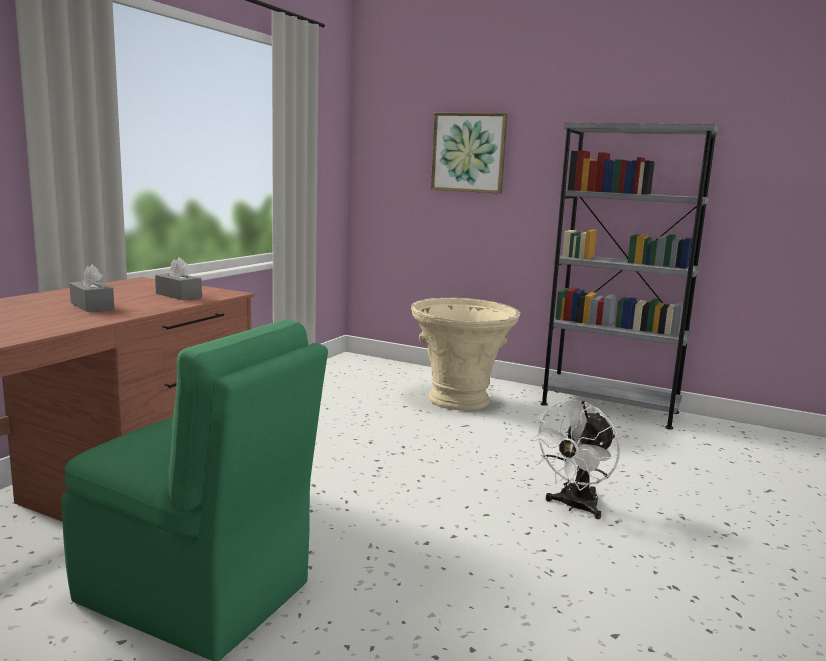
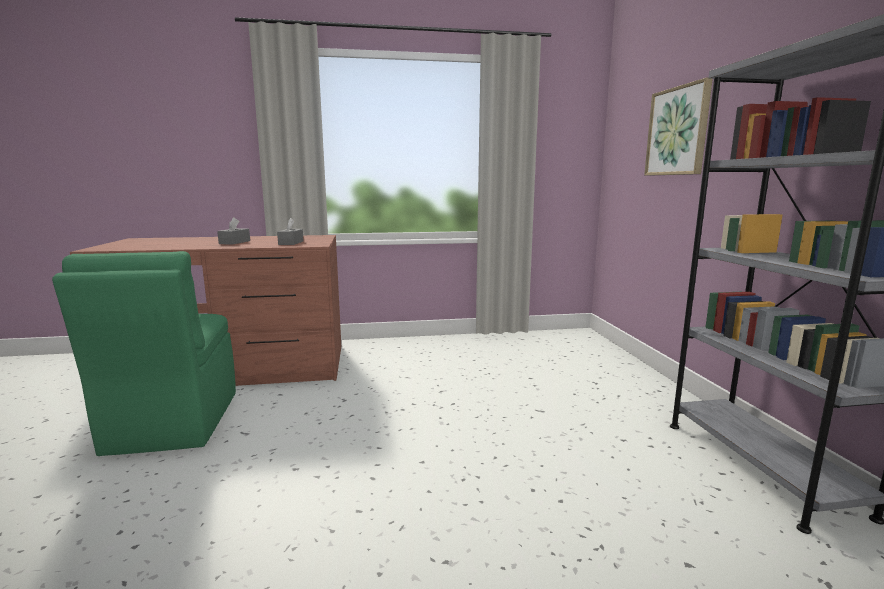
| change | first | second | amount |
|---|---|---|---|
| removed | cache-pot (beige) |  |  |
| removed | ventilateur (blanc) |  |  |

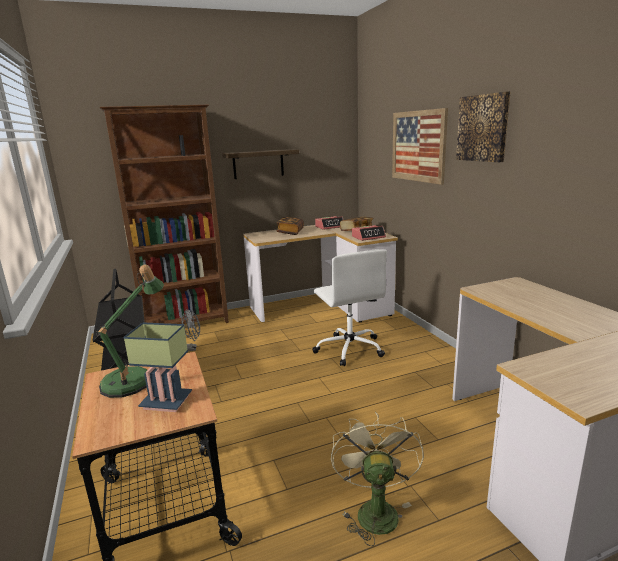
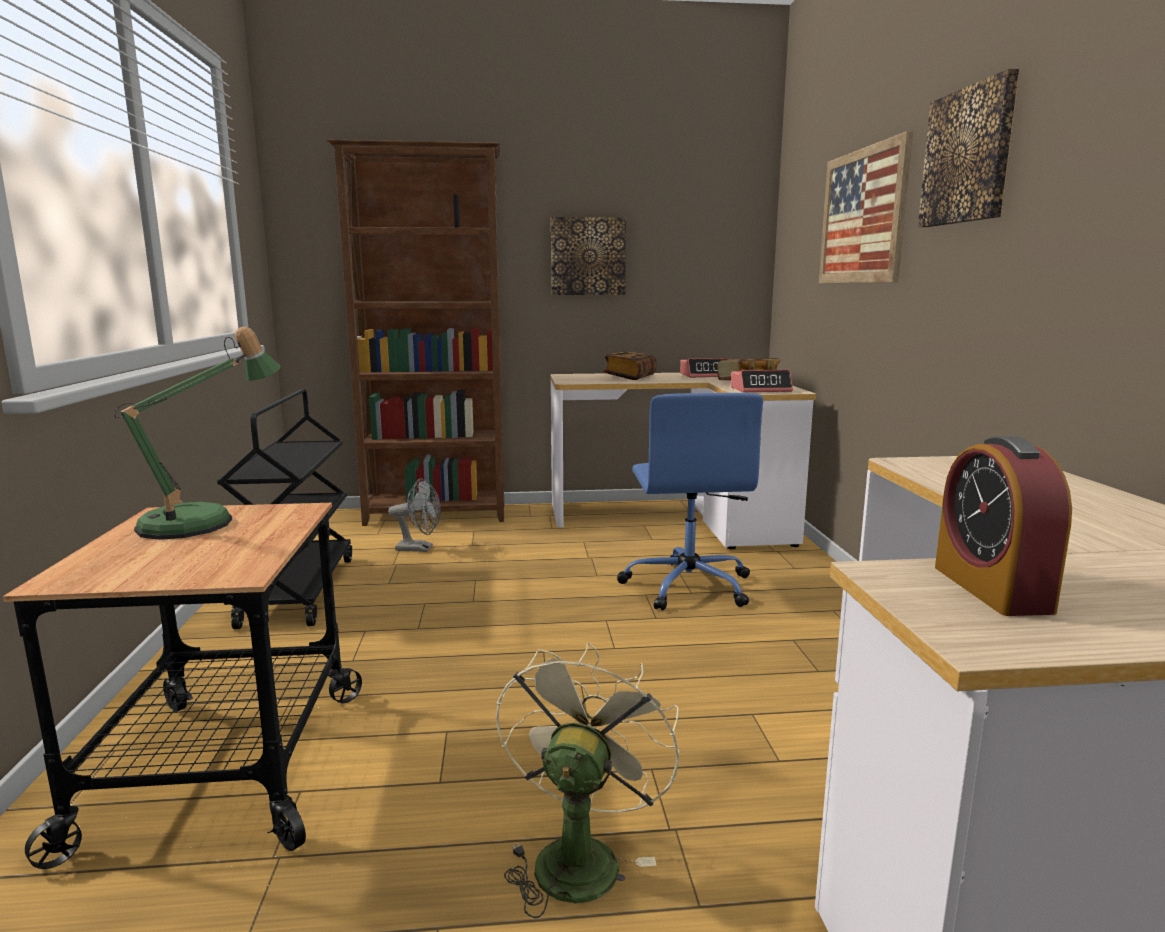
| change | first | second | amount |
|---|---|---|---|
| removed | lampe de table (2nd from left) |  |  |
| added |  | réveil (3rd from left) |  |
| replaced | étagère | tableau (1st from left) |  |
| recoloured | chaise de bureau (blanc) | chaise de bureau (bleu) |  |

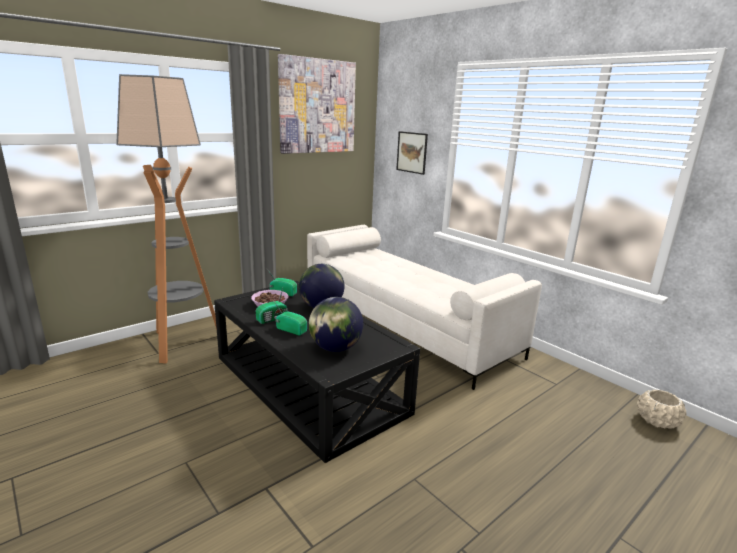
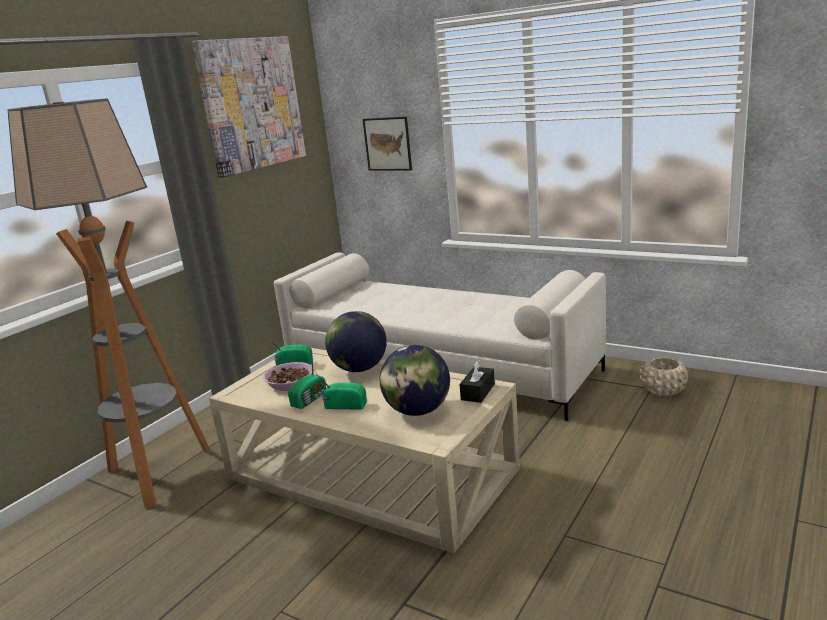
| change | first | second | amount |
|---|---|---|---|
| added |  | boîte à mouchoirs (noir) |  |
| moved | cache-pot (beige) |  |  |
| recoloured | table basse (noir) | table basse (beige) |  |

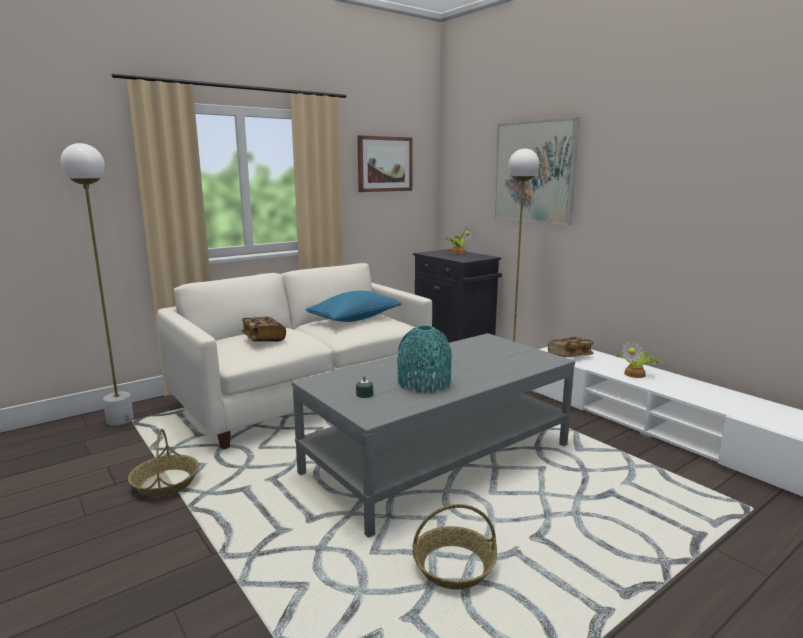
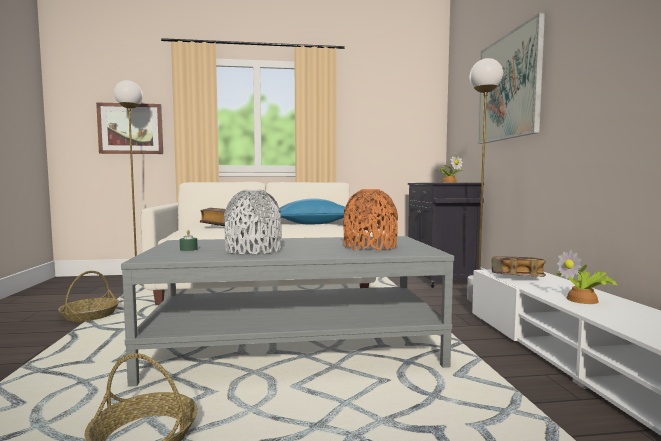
| change | first | second | amount |
|---|---|---|---|
| added |  | vase (orange) |  |
| moved | tableau (1st from left) |  |  |
| recoloured | vase (turquoise) | vase (gris) |  |

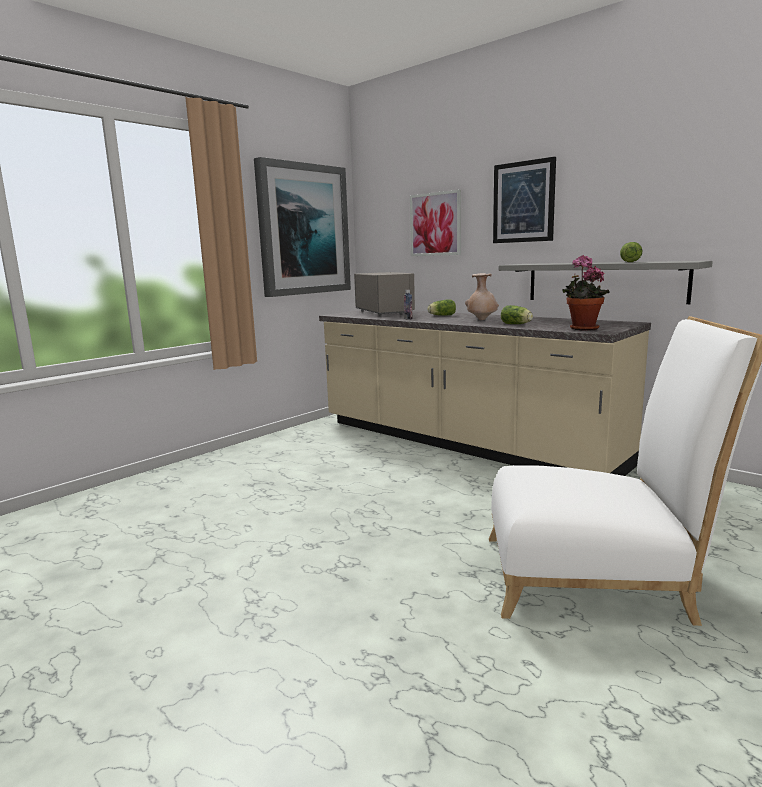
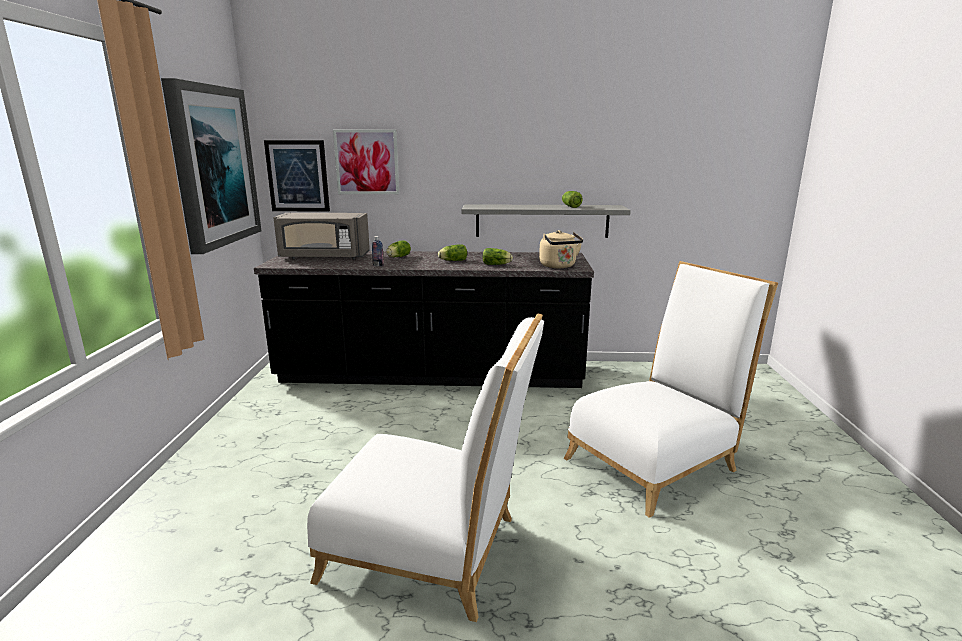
| change | first | second | amount |
|---|---|---|---|
| added |  | chaise (blanc) (1st from left) |  |
| moved | tableau (3rd from left in the first image) | tableau (2nd from left) |  |
| replaced | vase (beige) | laitue (2nd from left) |  |
| replaced | plante en pot | bouilloire (beige) |  |
| recoloured | comptoir de cuisine (beige) | comptoir de cuisine (noir) |  |
| turned | micro-ondes (gris) |  | 150 degrees clockwise |

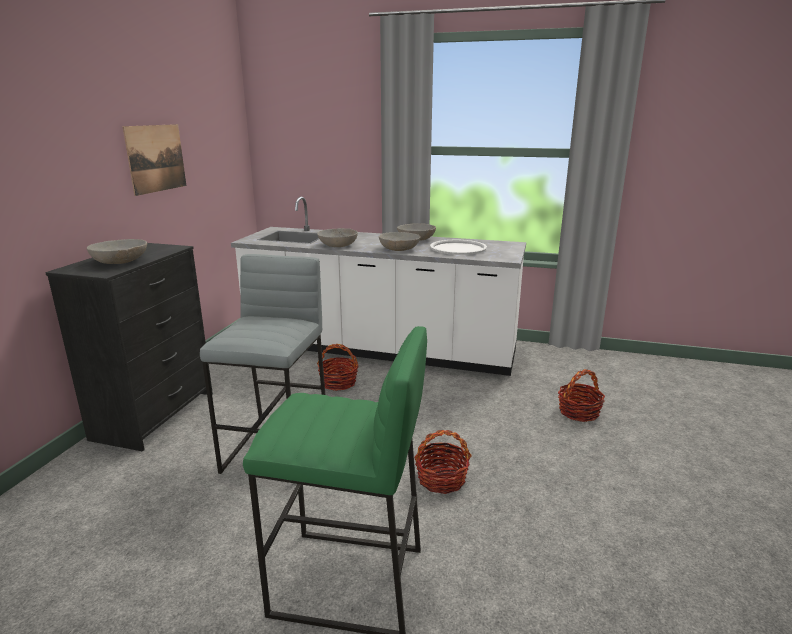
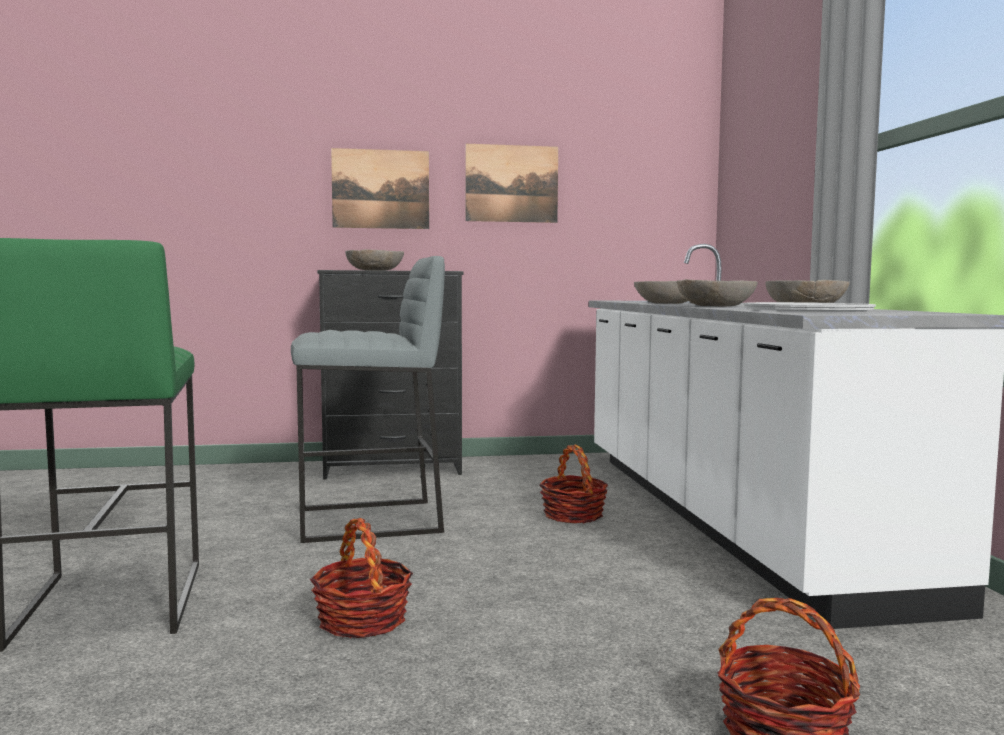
| change | first | second | amount |
|---|---|---|---|
| added |  | tableau (1st from left) |  |

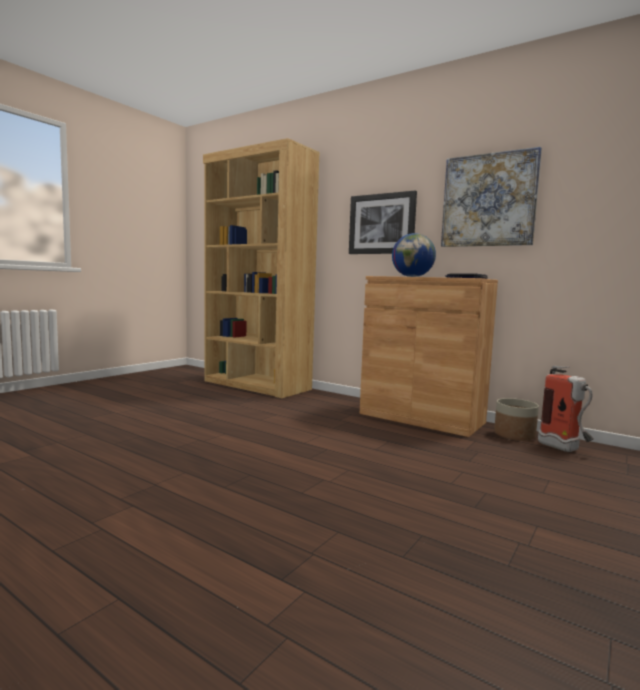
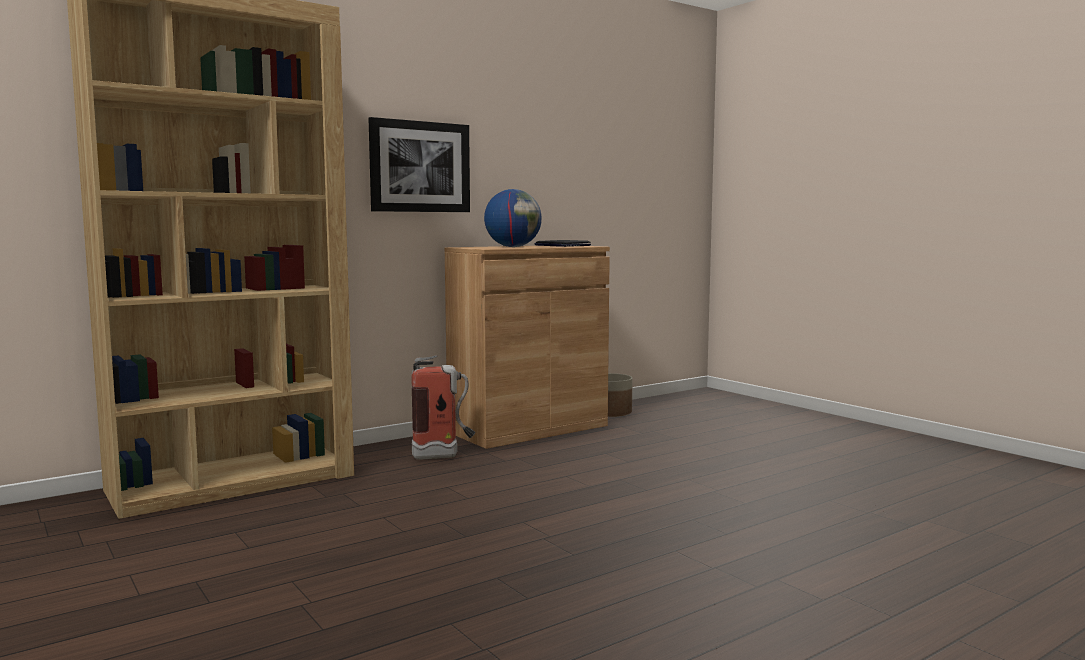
| change | first | second | amount |
|---|---|---|---|
| removed | tableau (2nd from left) |  |  |
| moved | extincteur |  |  |

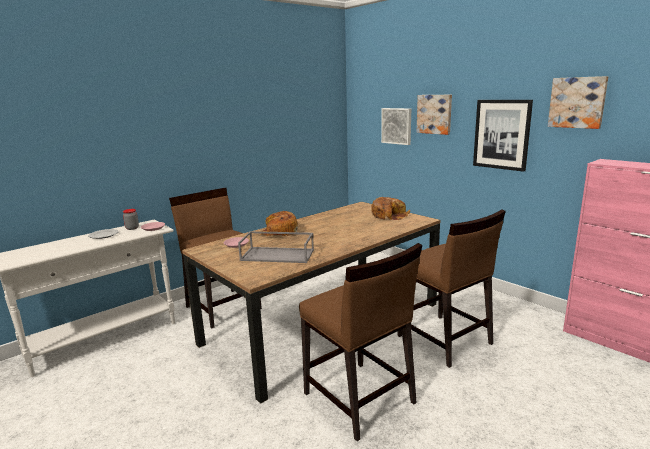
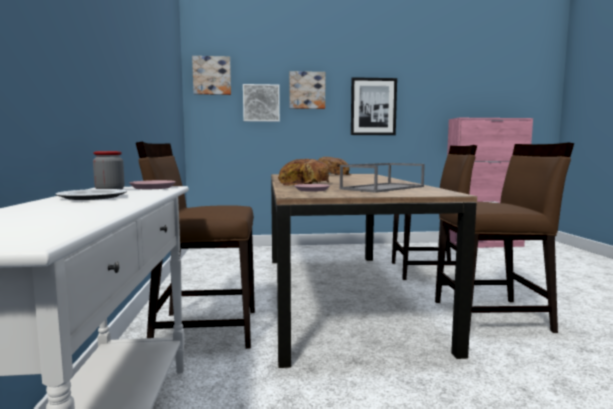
| change | first | second | amount |
|---|---|---|---|
| moved | tableau (4th from left in the first image) | tableau (1st from left) |  |

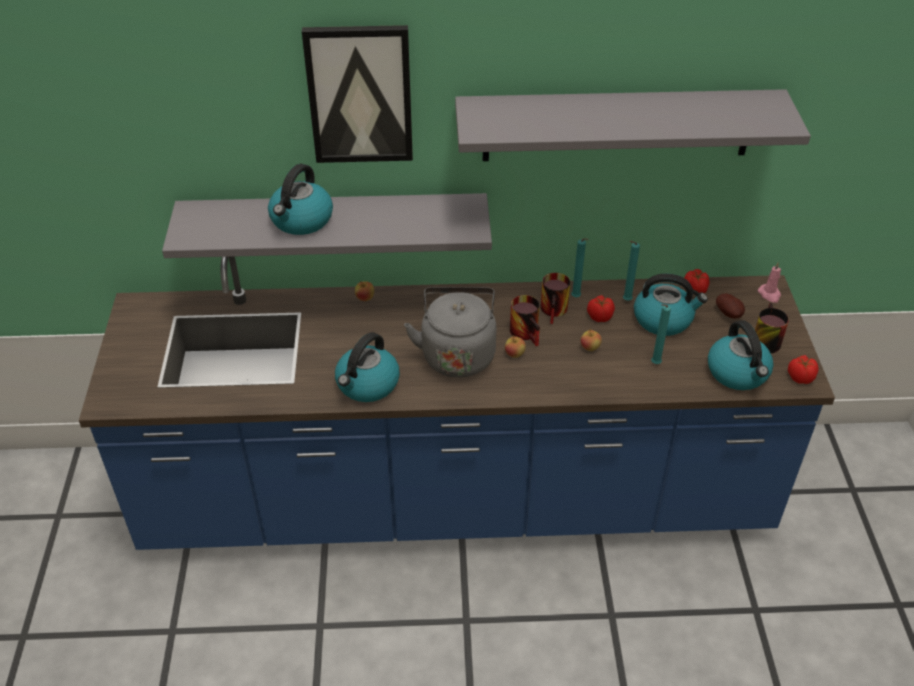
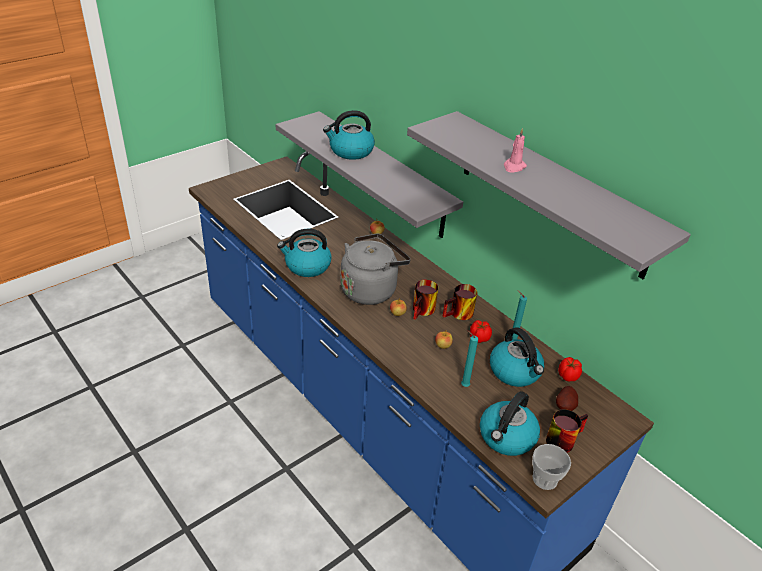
| change | first | second | amount |
|---|---|---|---|
| removed | tableau |  |  |
| removed | bougie (turquoise) (1st from left) |  |  |
| moved | bougie (rose) |  |  |
| replaced | tomate (3rd from left) | tasse |  |

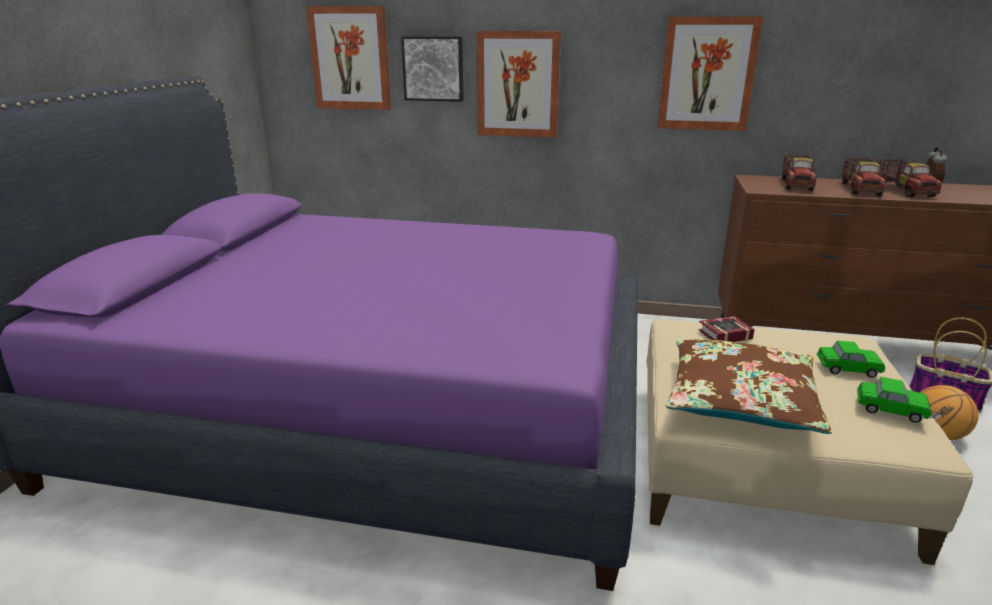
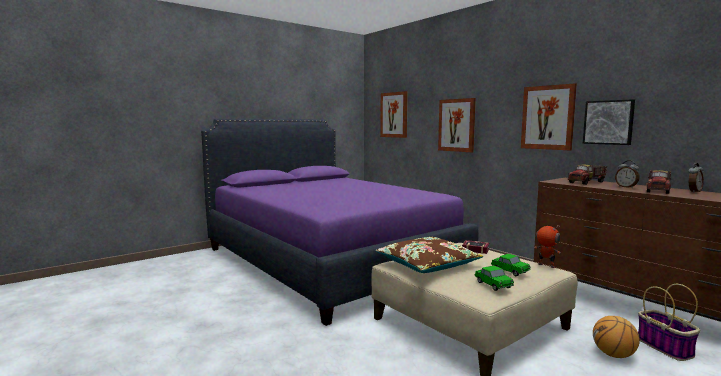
| change | first | second | amount |
|---|---|---|---|
| added |  | robot jouet |  |
| moved | tableau (2nd from left in the first image) | tableau (4th from left) |  |
| replaced | camion jouet (2nd from left) | réveil (1st from left) |  |

